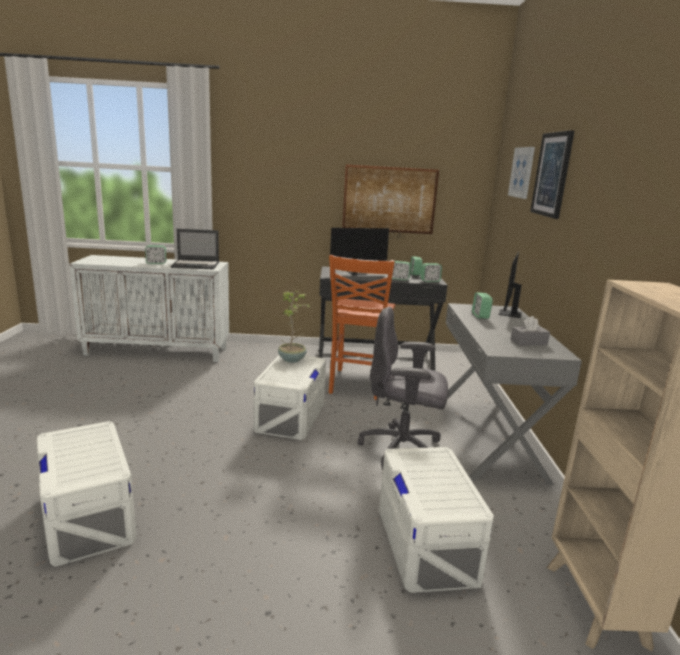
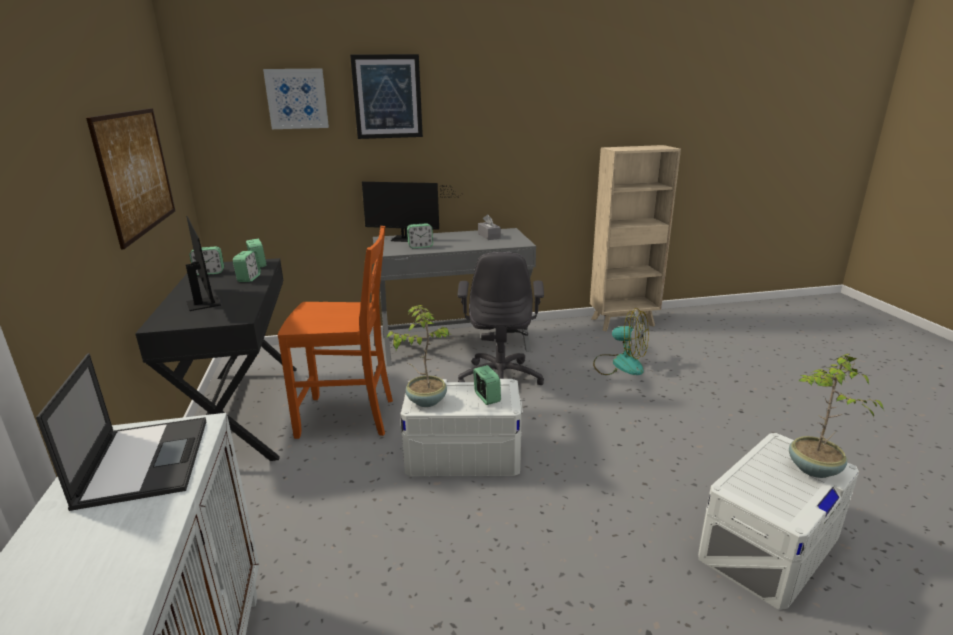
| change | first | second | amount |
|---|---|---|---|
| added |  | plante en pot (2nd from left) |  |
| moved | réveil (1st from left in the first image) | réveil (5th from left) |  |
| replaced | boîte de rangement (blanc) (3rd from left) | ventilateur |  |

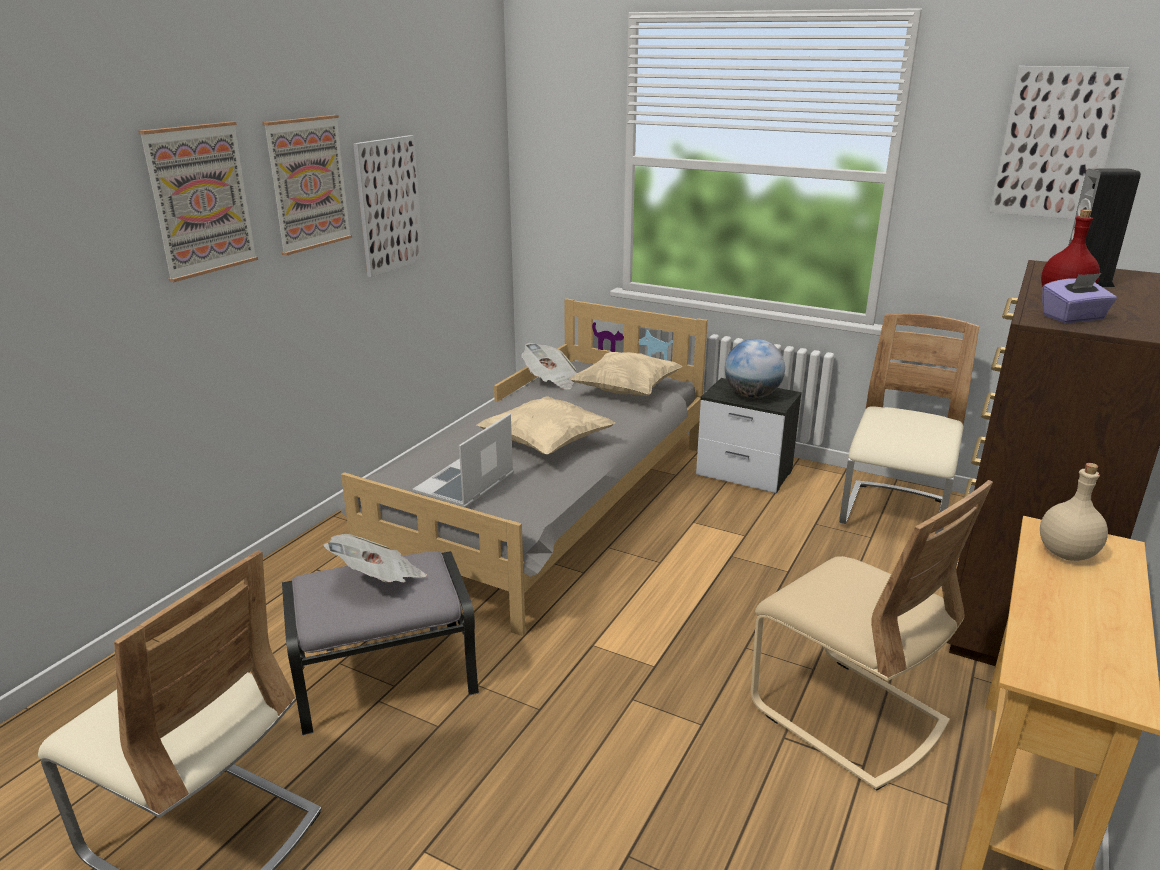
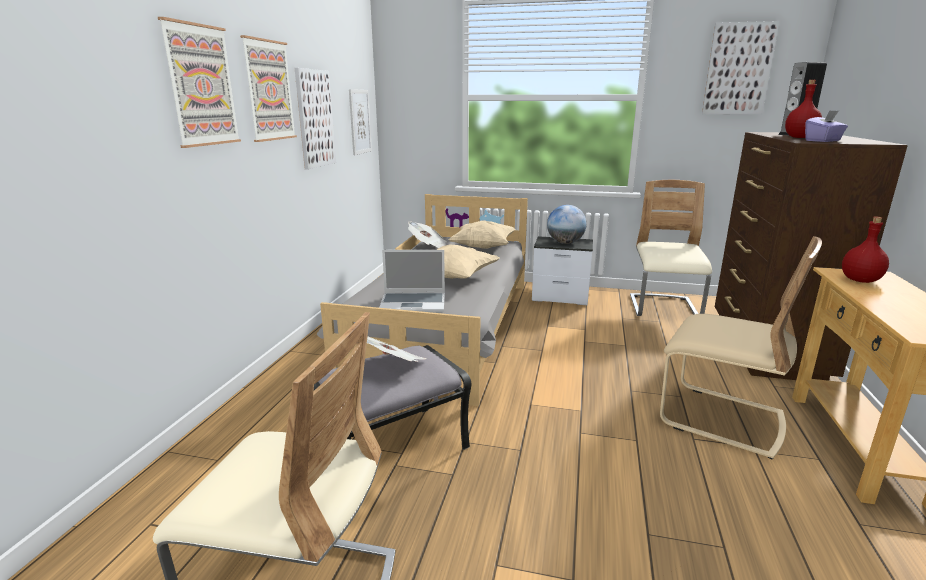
| change | first | second | amount |
|---|---|---|---|
| added |  | tableau (4th from left) |  |
| recoloured | bouteille (beige) | bouteille (rouge) (2nd from left) |  |
| turned | ordinateur portable |  | 105 degrees counterclockwise |

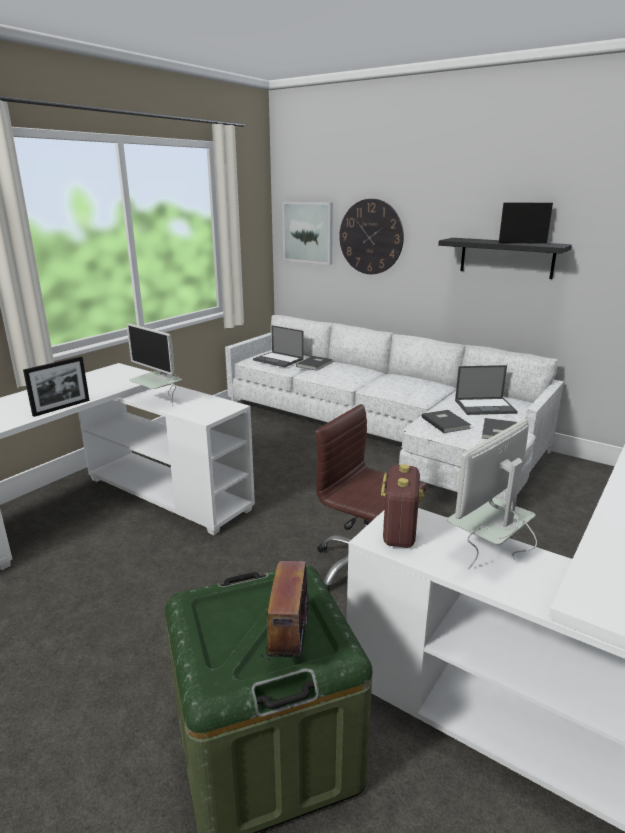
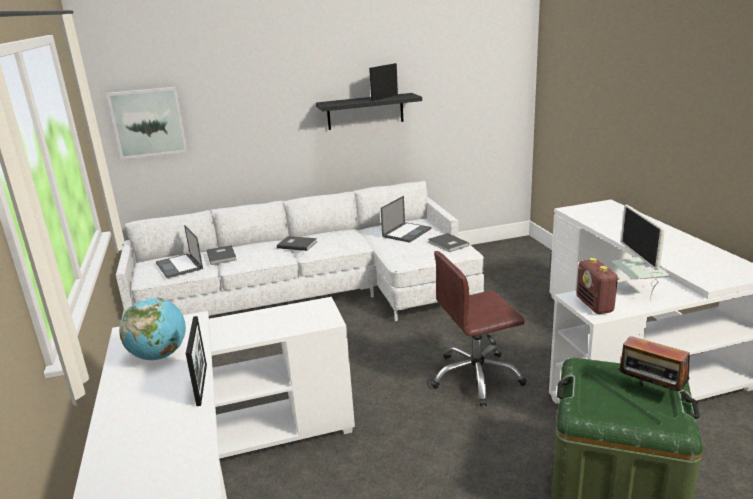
| change | first | second | amount |
|---|---|---|---|
| removed | écran d'ordinateur (1st from left) |  |  |
| removed | horloge murale |  |  |
| added |  | globe |  |
| moved | livre (gris) (2nd from left) |  |  |
| turned | ordinateur portable (1st from left) |  | 75 degrees clockwise |
| turned | radio (2nd from left in the first image) | radio (1st from left) | 150 degrees counterclockwise |

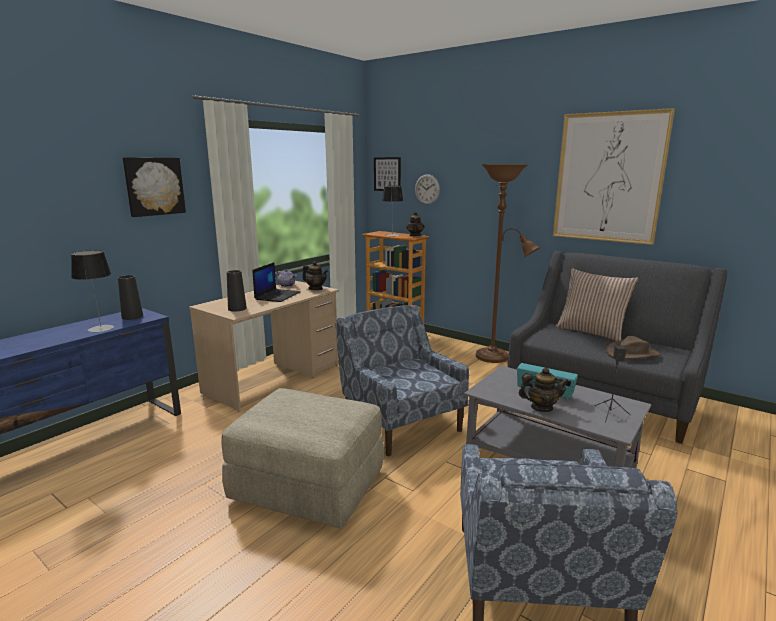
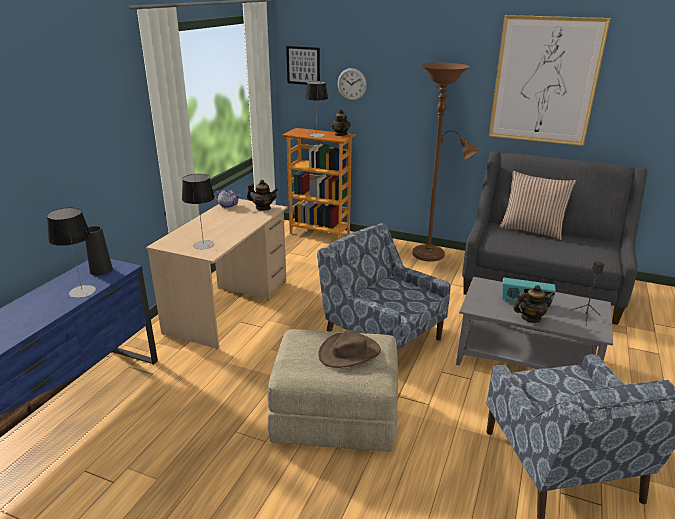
| change | first | second | amount |
|---|---|---|---|
| removed | tableau (1st from left) |  |  |
| removed | ordinateur portable |  |  |
| moved | chapeau (marron) |  |  |
| replaced | vase (noir) (2nd from left) | lampe de table (2nd from left) |  |

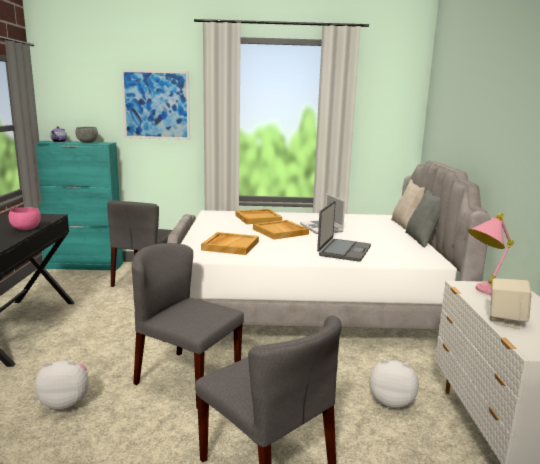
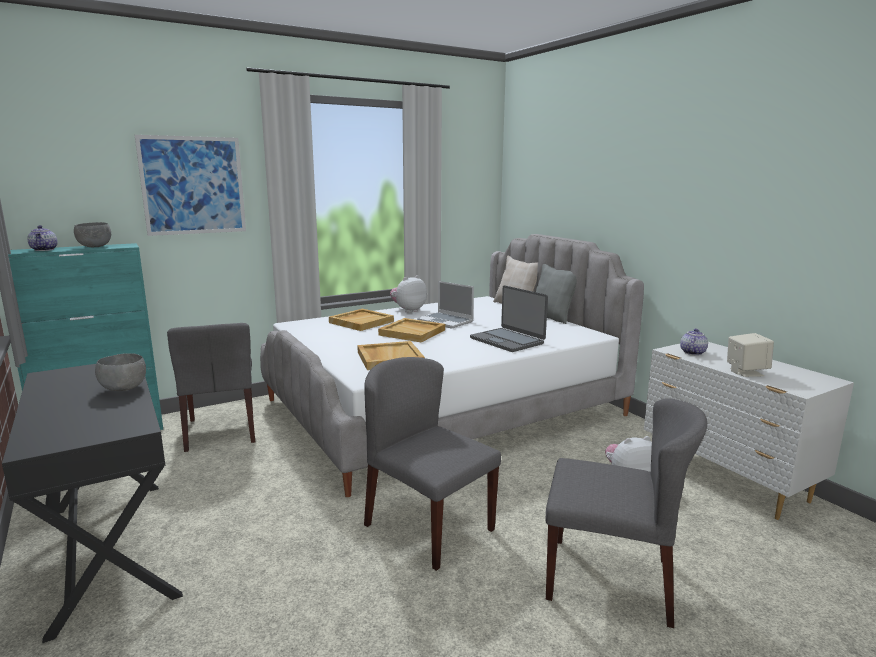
| change | first | second | amount |
|---|---|---|---|
| moved | peluche (1st from left) |  |  |
| replaced | lampe de table (rose) | théière (2nd from left) |  |
| recoloured | bol (rose) | bol (gris) (2nd from left) |  |
| turned | chaise (gris) (2nd from left) |  | 45 degrees clockwise |
| turned | ordinateur portable (2nd from left) |  | 150 degrees clockwise |

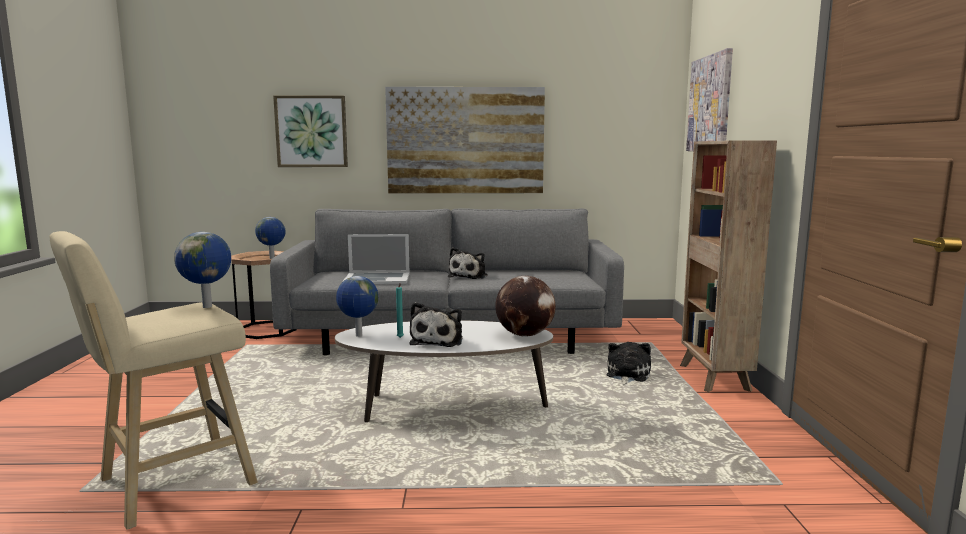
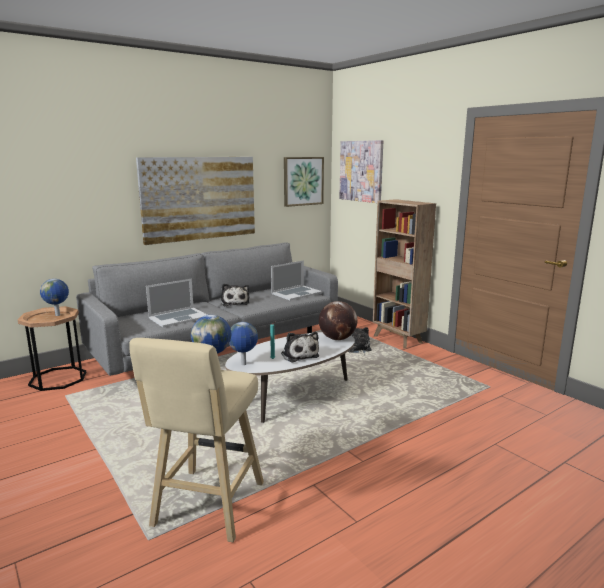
| change | first | second | amount |
|---|---|---|---|
| added |  | ordinateur portable (2nd from left) |  |
| moved | tableau (1st from left in the first image) | tableau (2nd from left) |  |

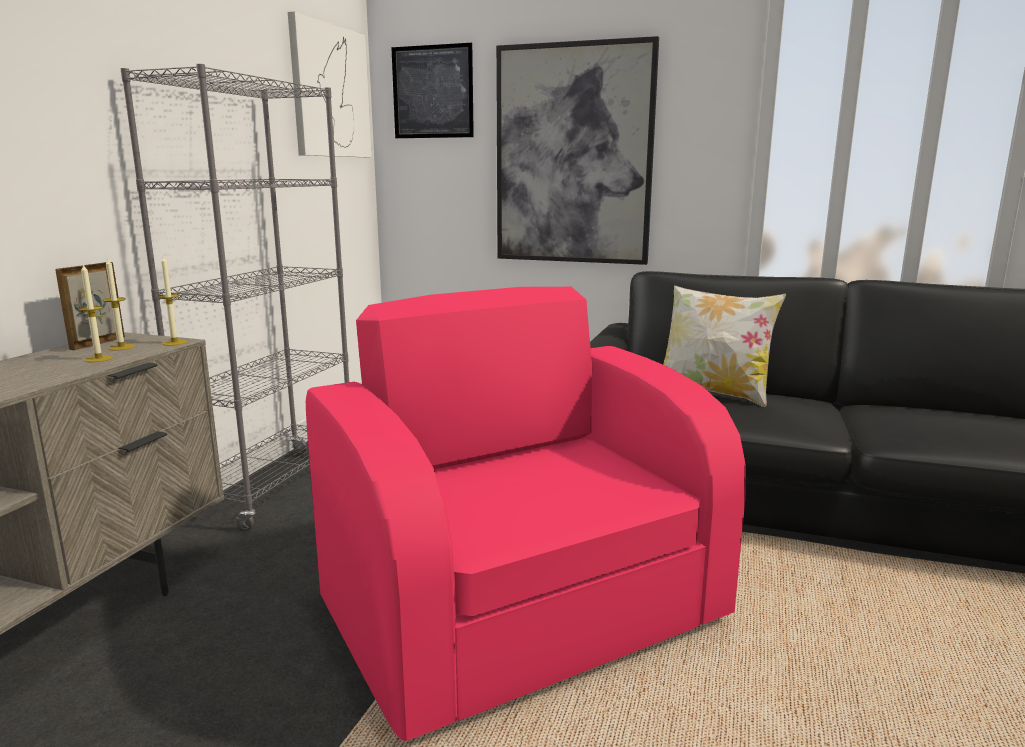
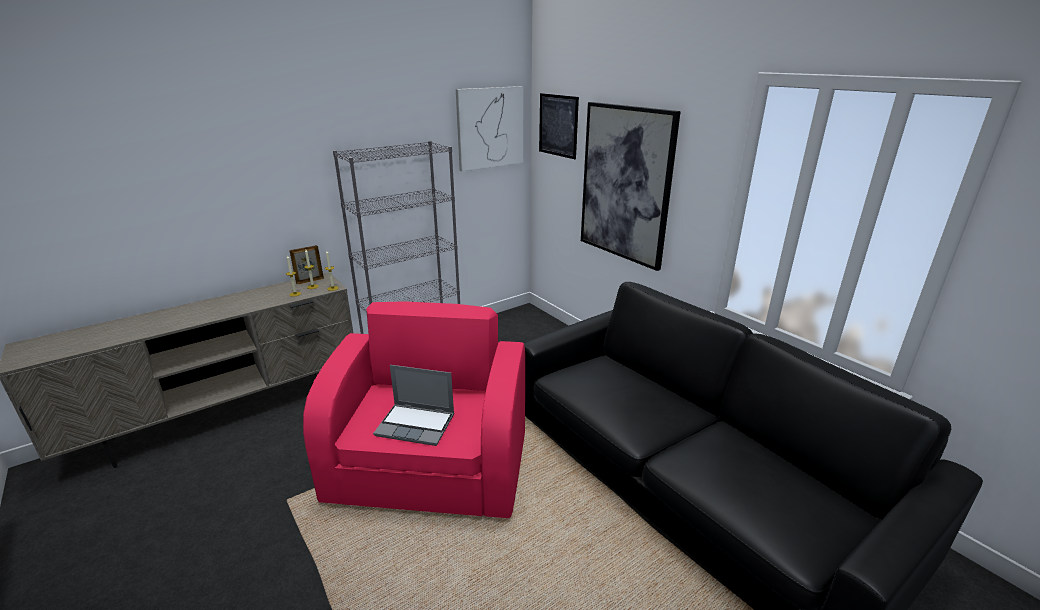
| change | first | second | amount |
|---|---|---|---|
| removed | coussin |  |  |
| added |  | ordinateur portable |  |

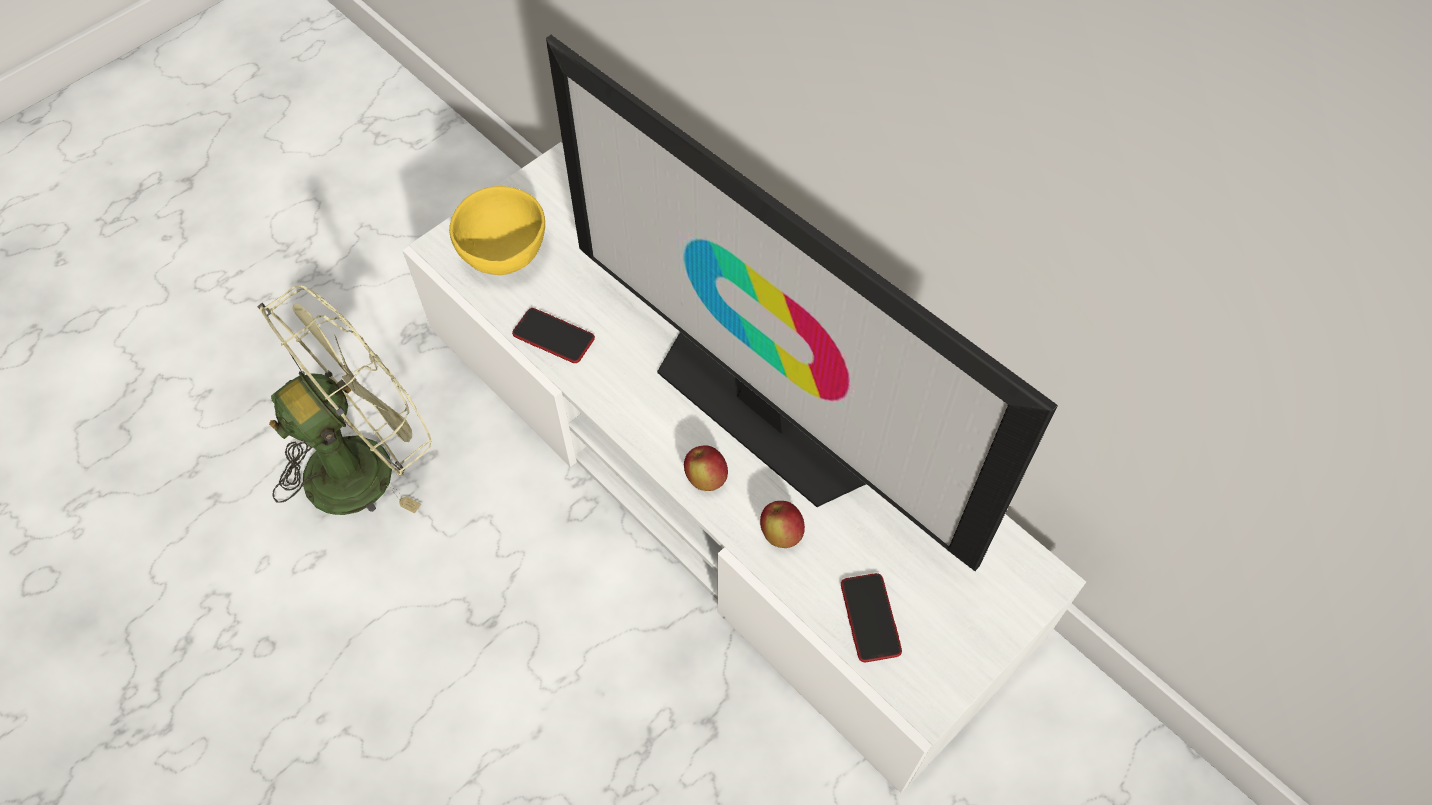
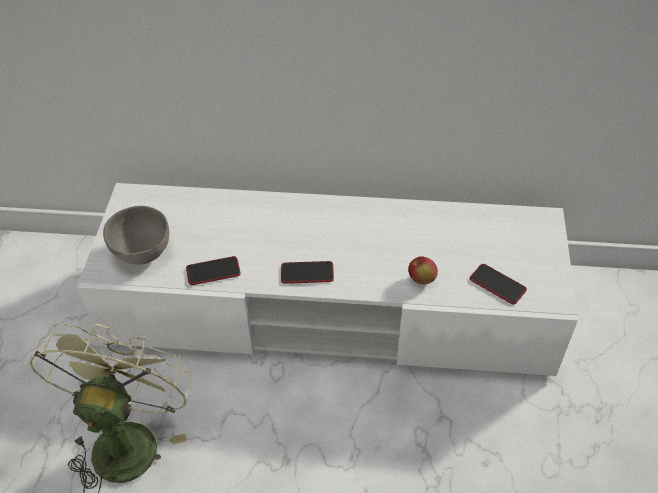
| change | first | second | amount |
|---|---|---|---|
| removed | téléviseur |  |  |
| removed | pomme (1st from left) |  |  |
| added |  | téléphone (2nd from left) |  |
| recoloured | bol (jaune) | bol (gris) |  |

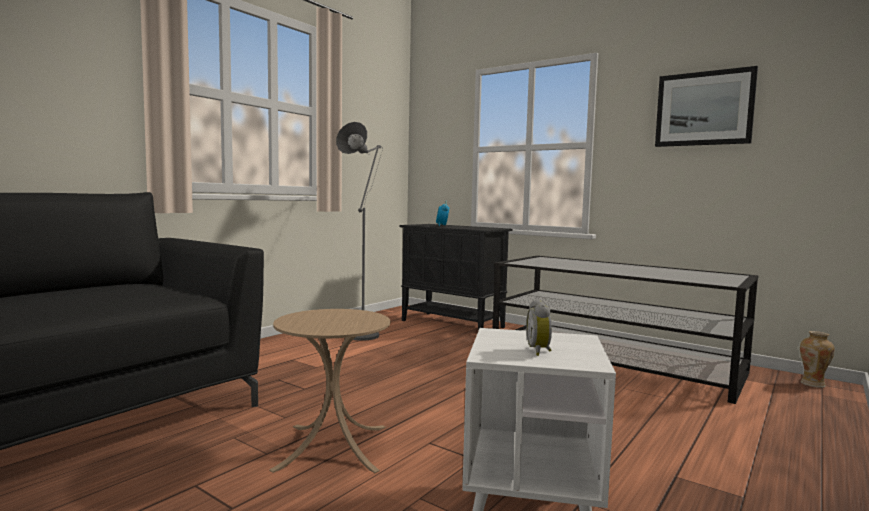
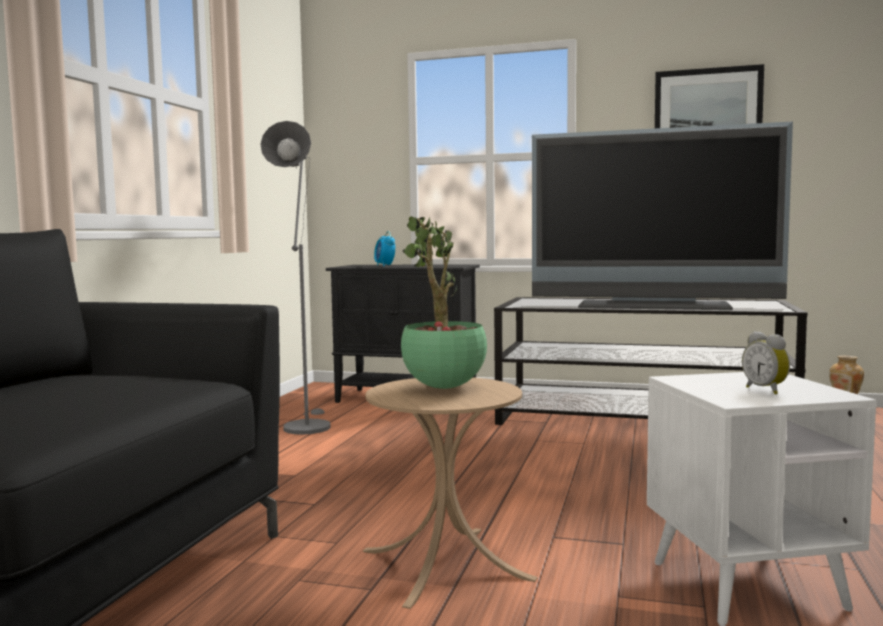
| change | first | second | amount |
|---|---|---|---|
| added |  | plante en pot |  |
| added |  | téléviseur |  |

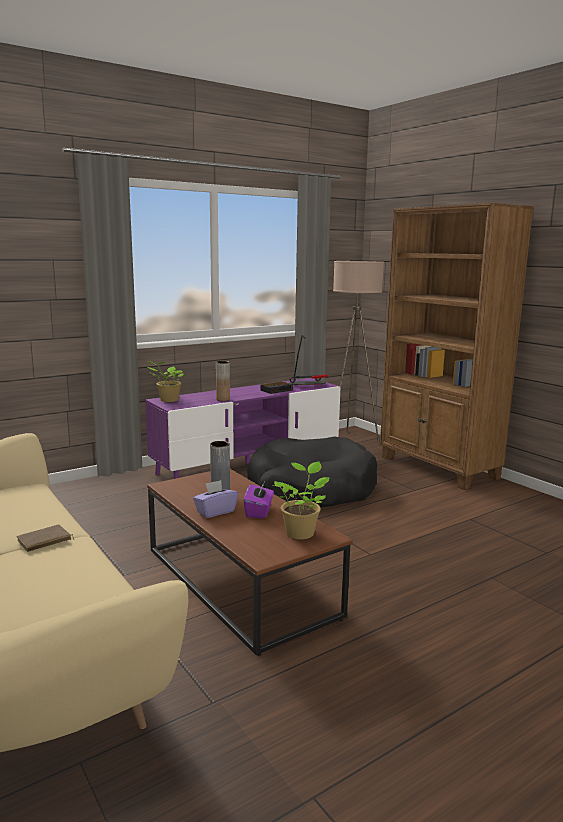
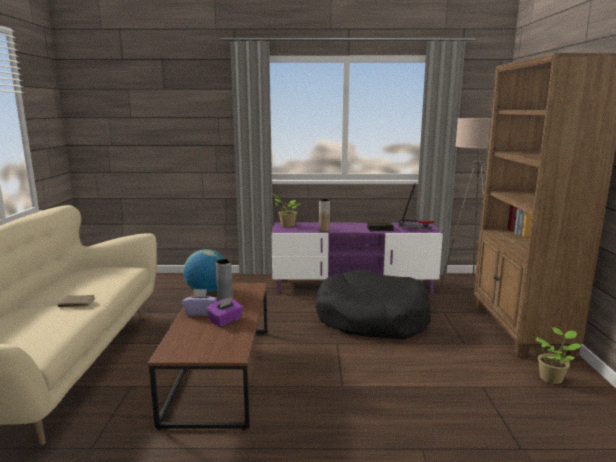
| change | first | second | amount |
|---|---|---|---|
| added |  | globe |  |
| moved | plante en pot (2nd from left) |  |  |

